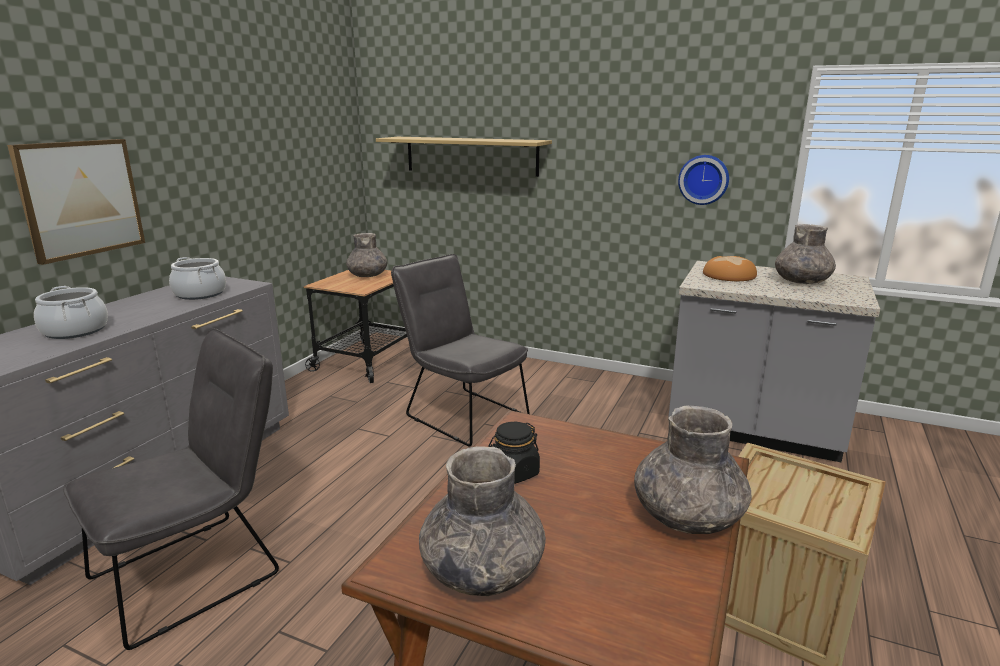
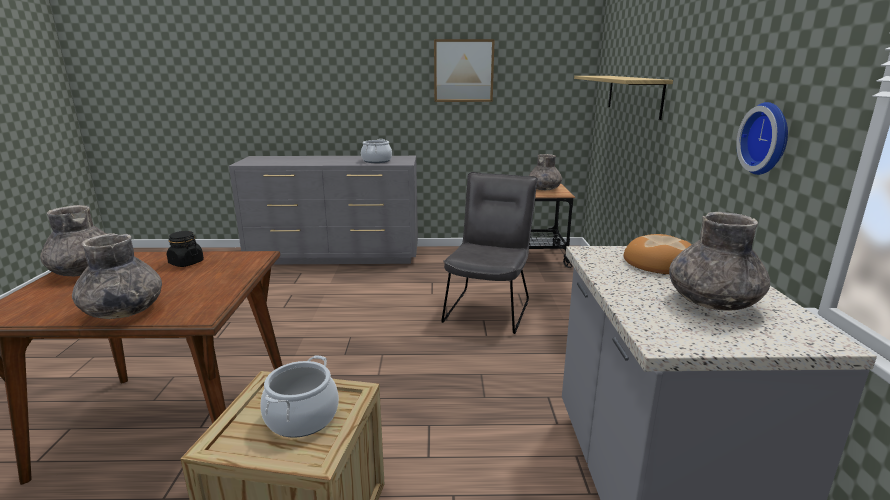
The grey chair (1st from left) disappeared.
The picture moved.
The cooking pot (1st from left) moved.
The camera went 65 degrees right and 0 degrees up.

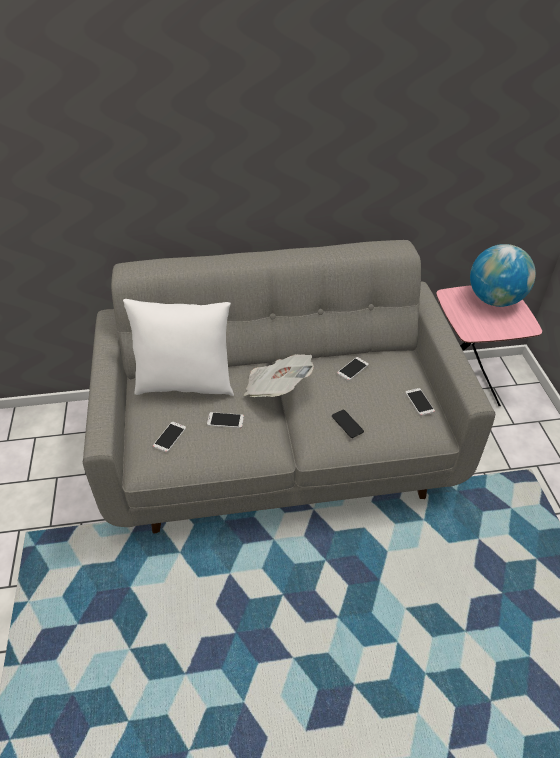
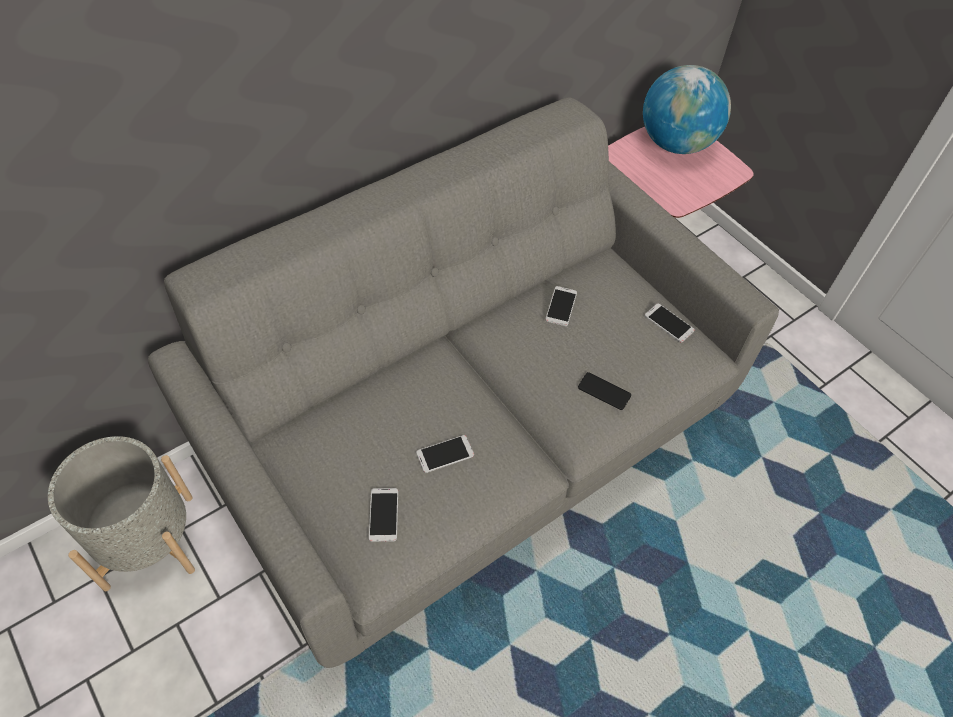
The white pillow disappeared.
The newspaper disappeared.
The grey planter appeared.
The camera went 30 degrees left and 10 degrees up.

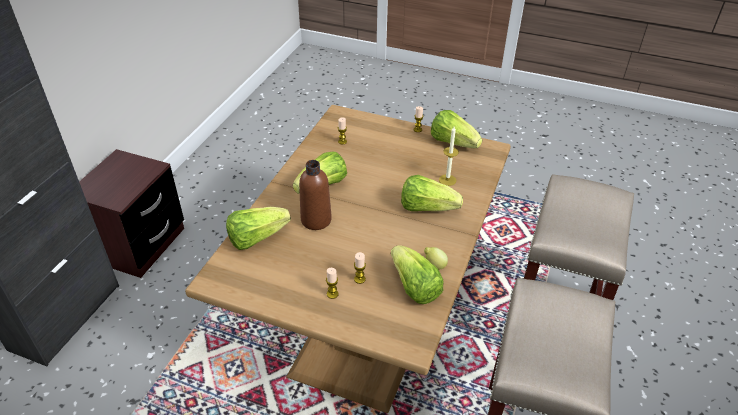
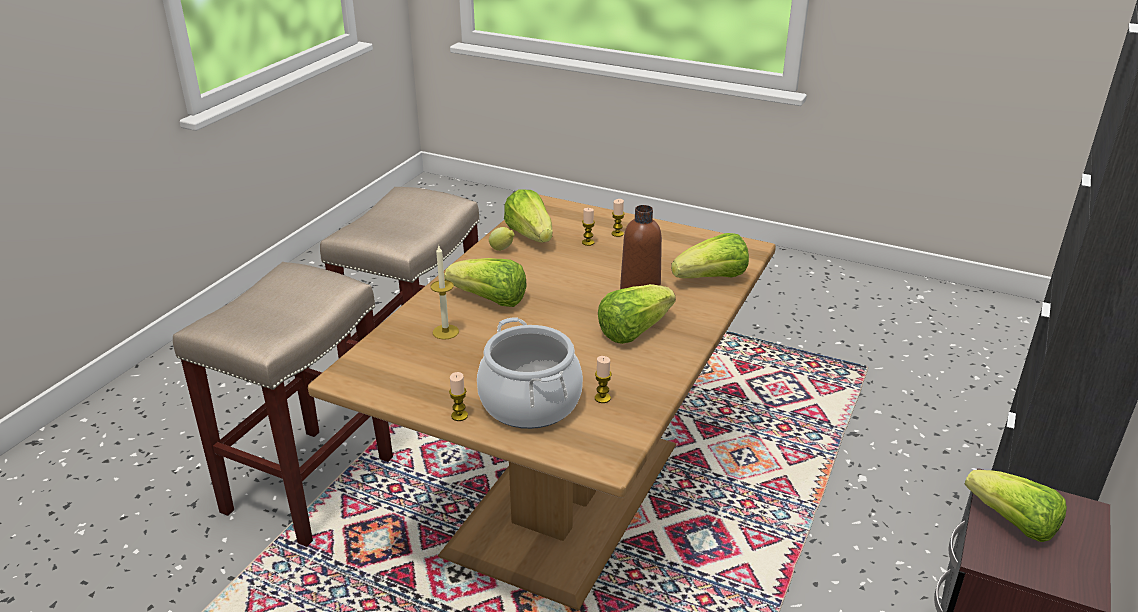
The cooking pot appeared.
The lettuce (5th from left) moved.
The camera went 175 degrees left and 10 degrees down.

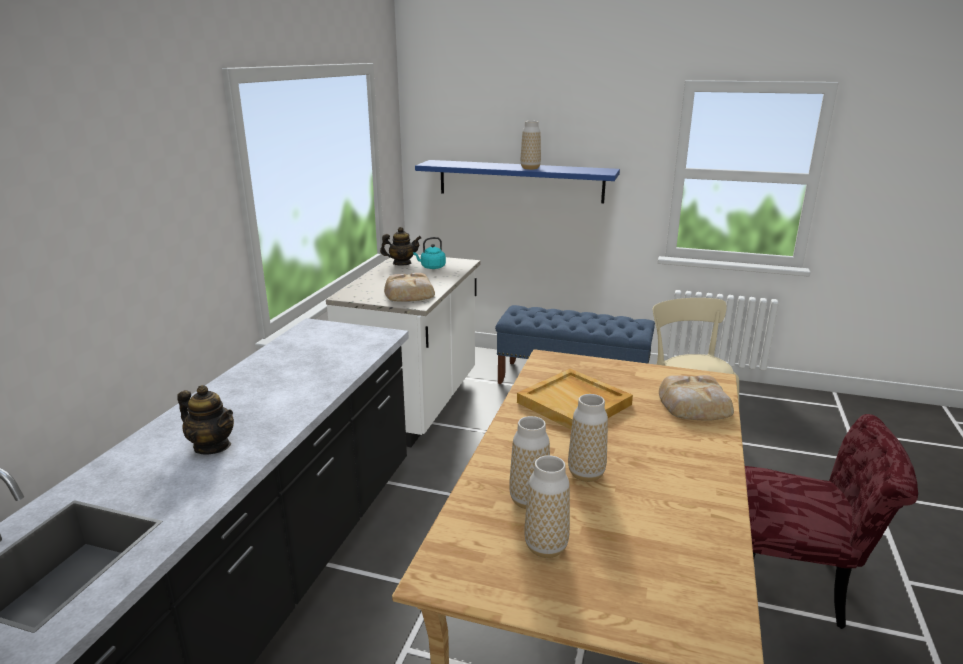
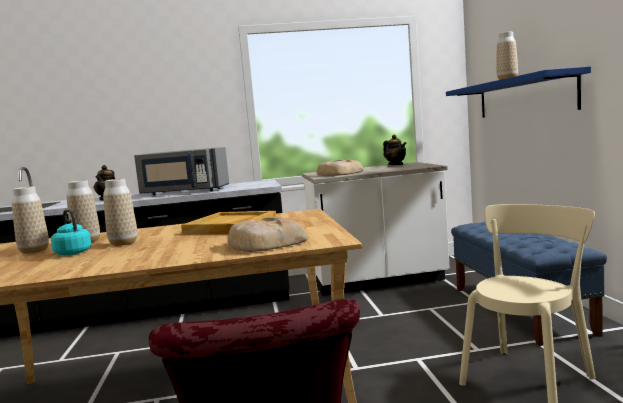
The grey microwave appeared.
The turquoise kettle moved.
The camera went 65 degrees right and 15 degrees down.

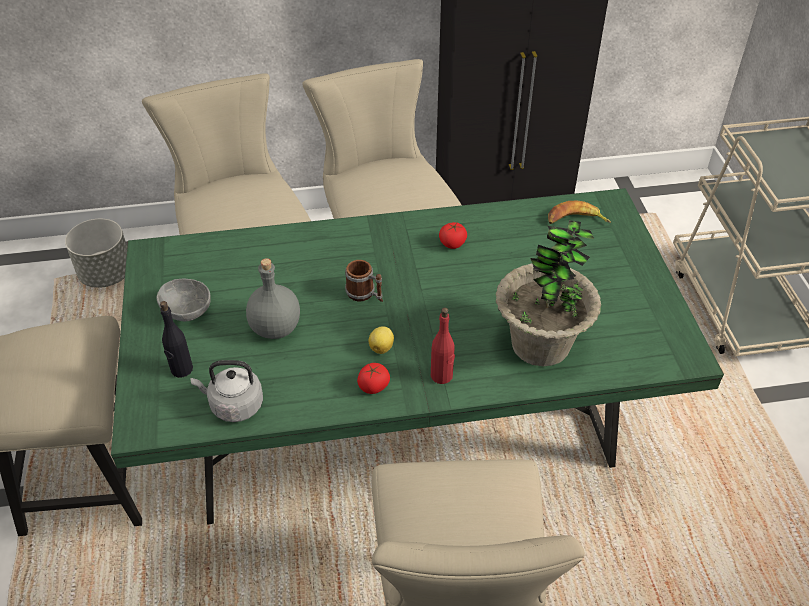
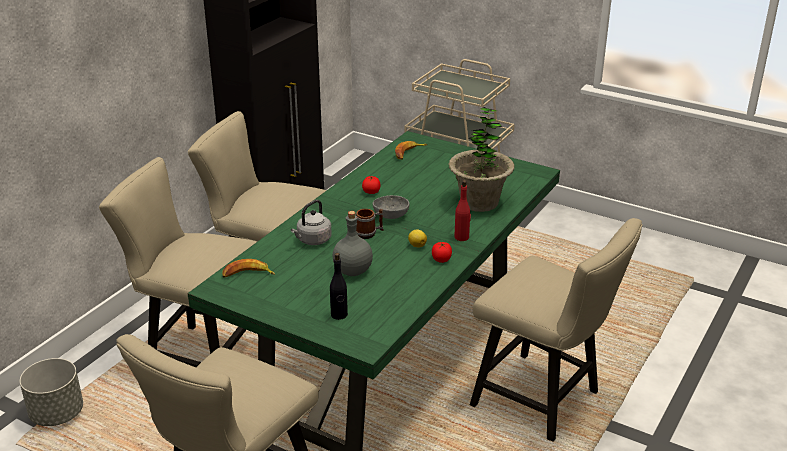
The banana (1st from left) appeared.
The grey bowl moved.
The grey kettle moved.
The camera went 50 degrees left and 15 degrees down.

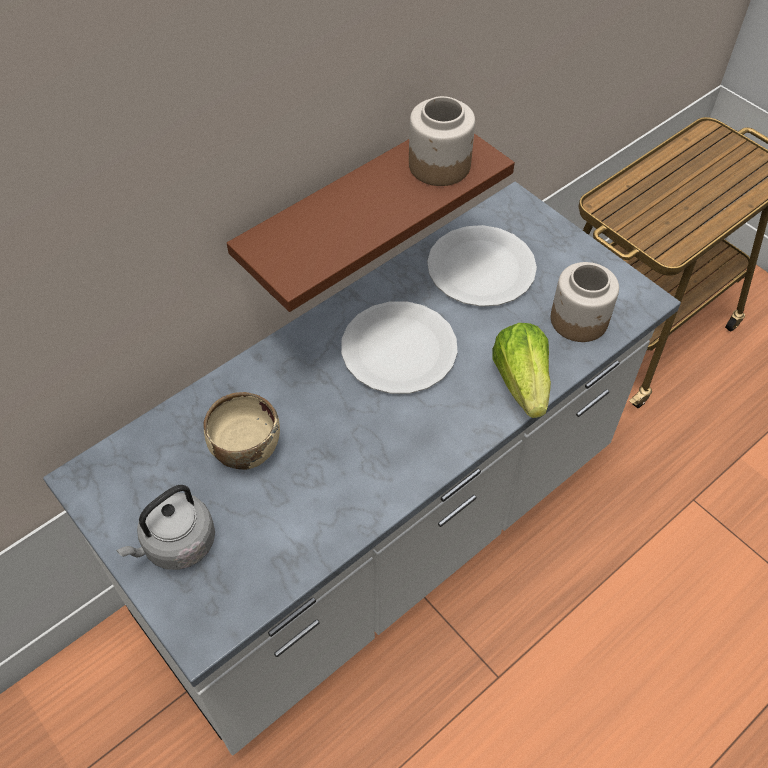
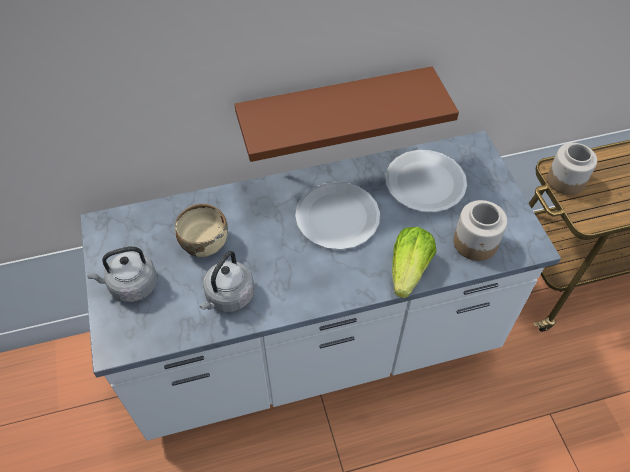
The grey kettle (2nd from left) appeared.
The jar (1st from left in the first image) moved.
The camera went 25 degrees right and 0 degrees up.

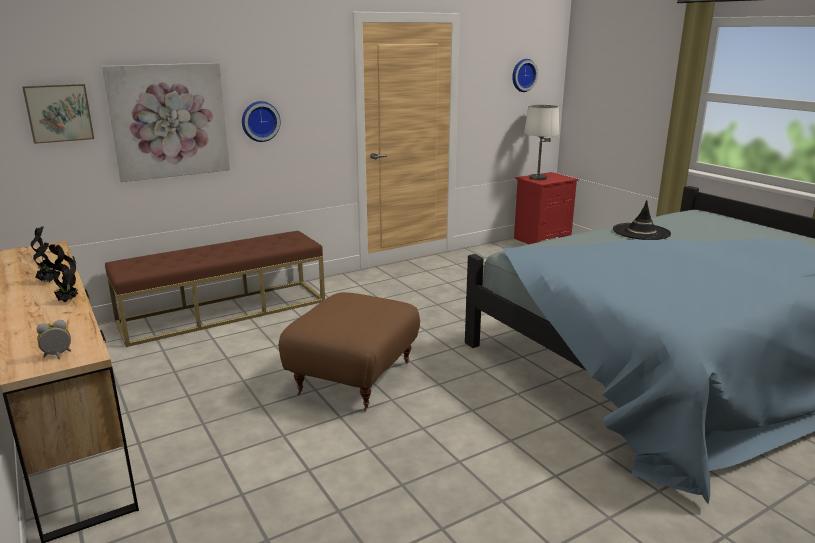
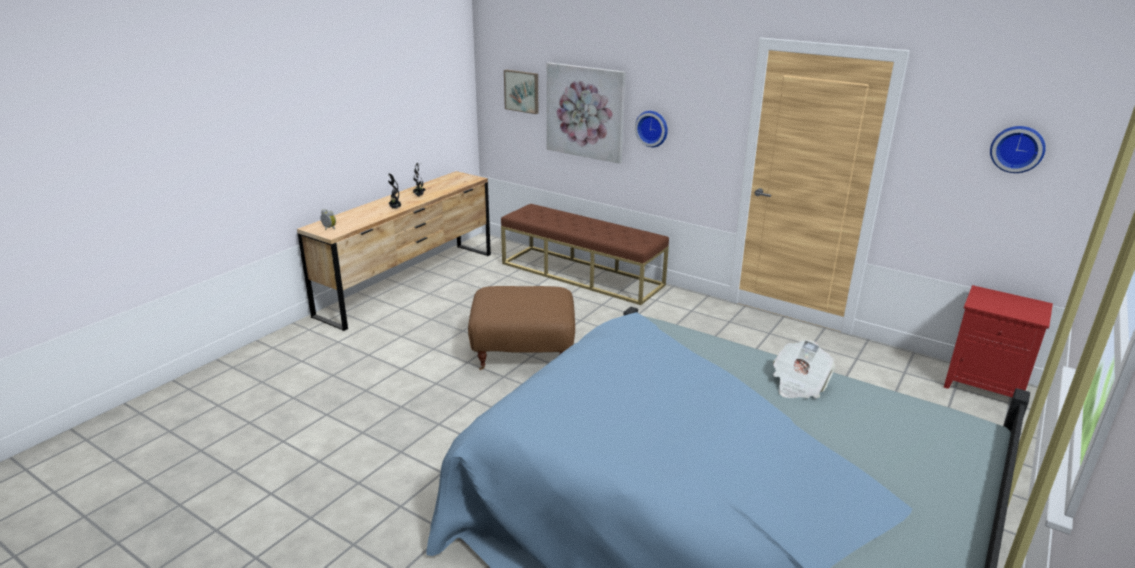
The white table lamp disappeared.
The black hat was replaced by the newspaper.
The camera went 65 degrees right and 5 degrees up.

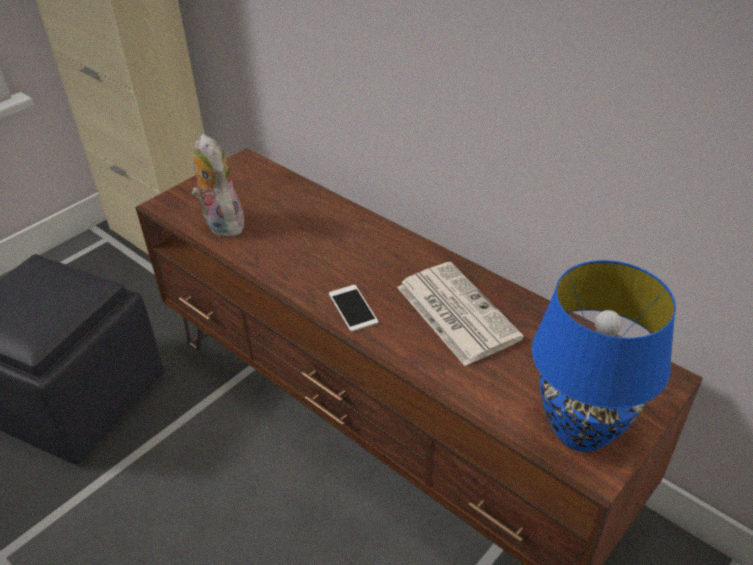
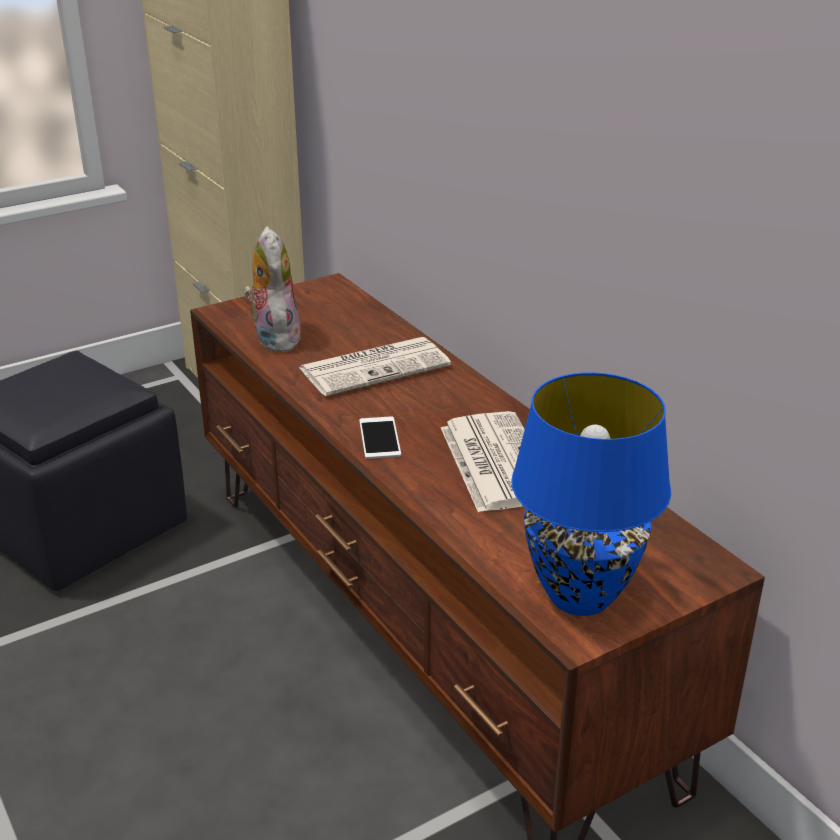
The newspaper (1st from left) appeared.
The camera went 15 degrees right and 10 degrees down.

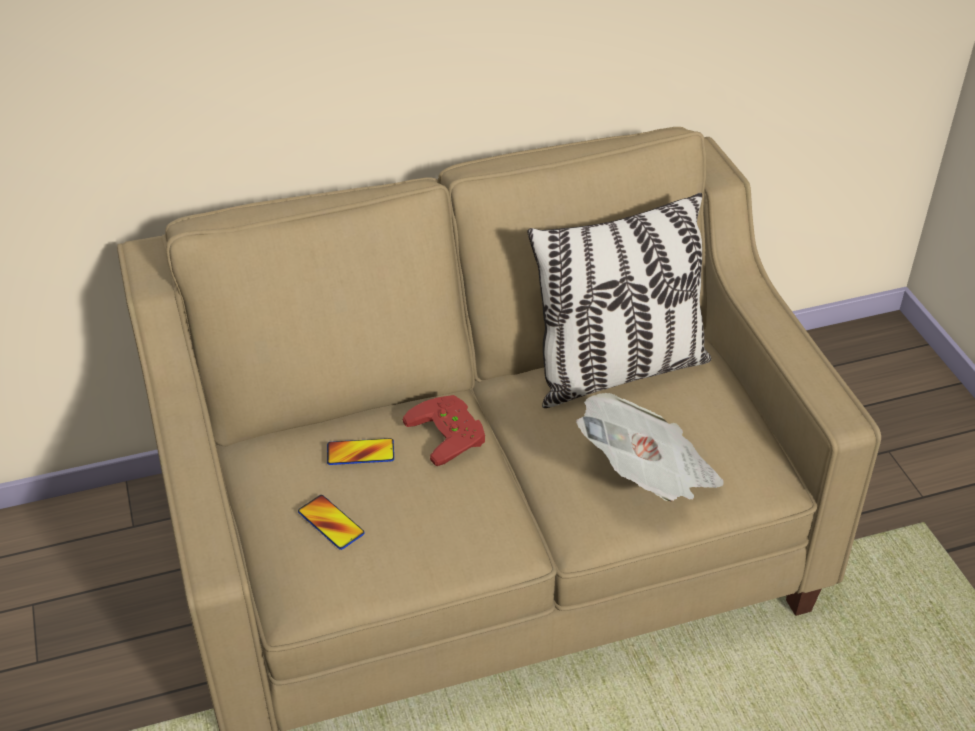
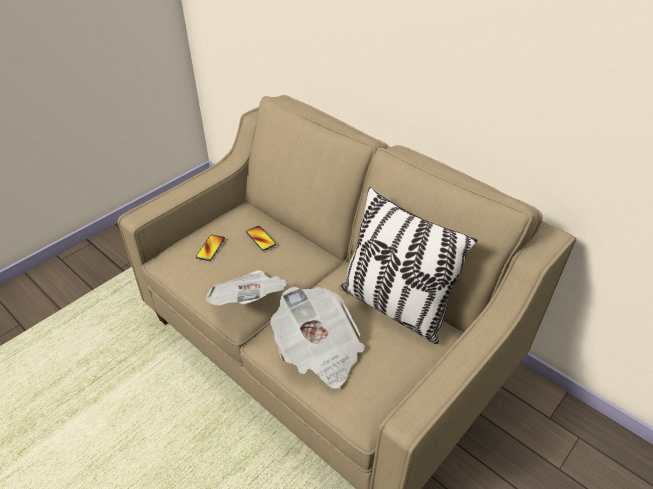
The red game controller disappeared.
The newspaper (1st from left) appeared.
The camera went 60 degrees right and 0 degrees up.

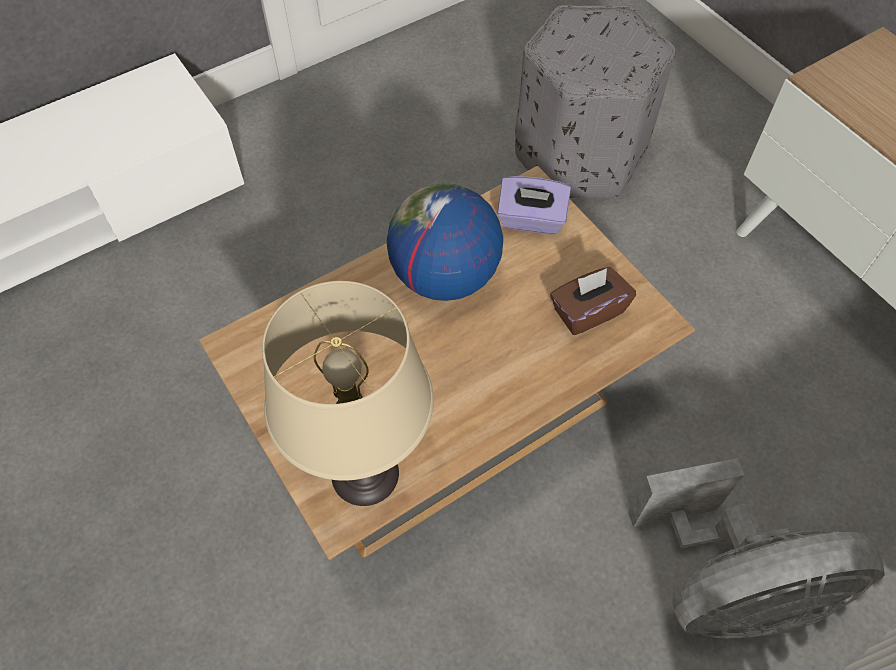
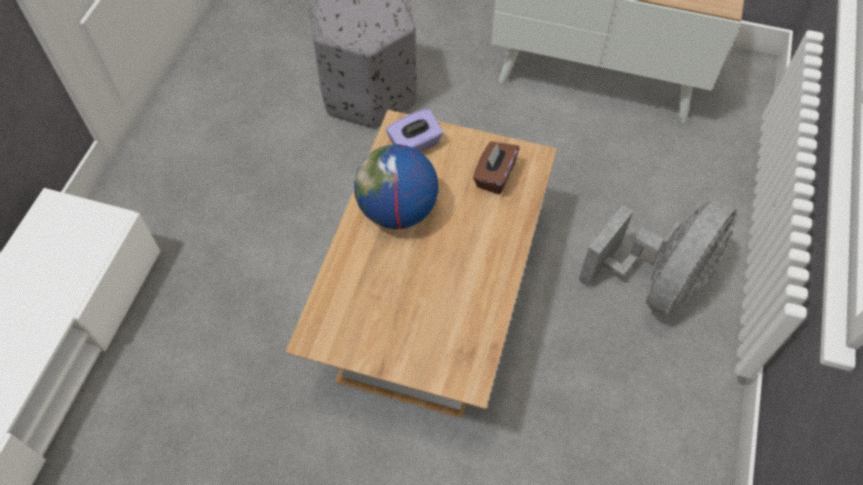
The beige table lamp disappeared.
The camera went 40 degrees left and 0 degrees up.

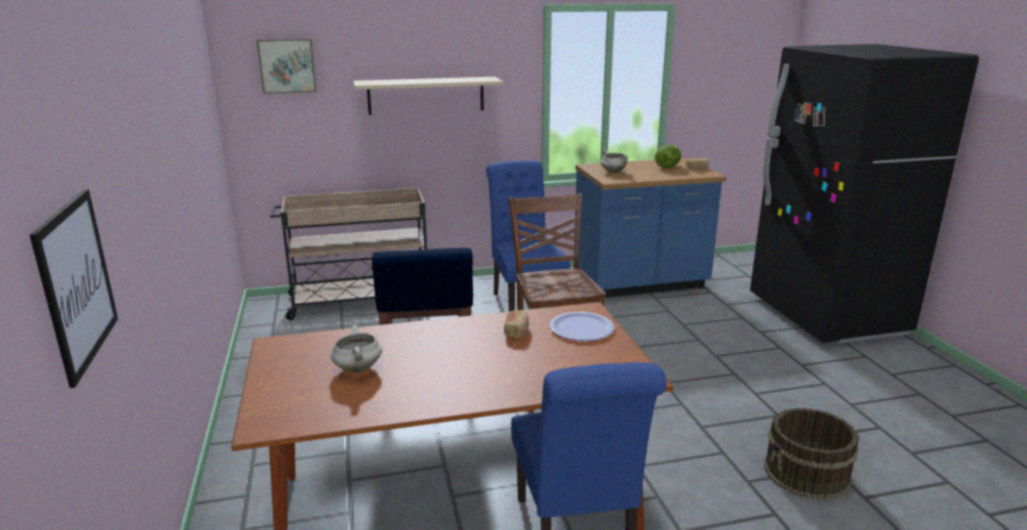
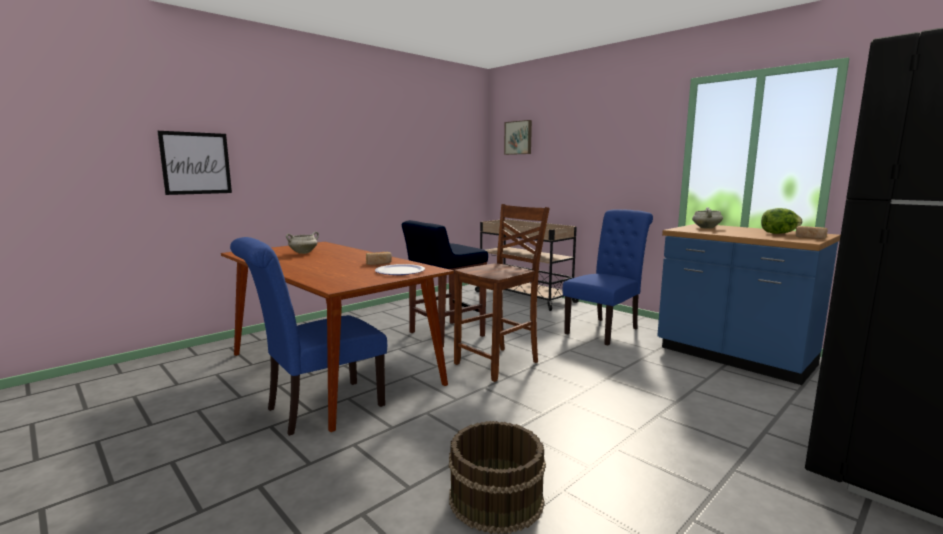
The beige shelf disappeared.
The camera went 60 degrees right and 10 degrees down.

